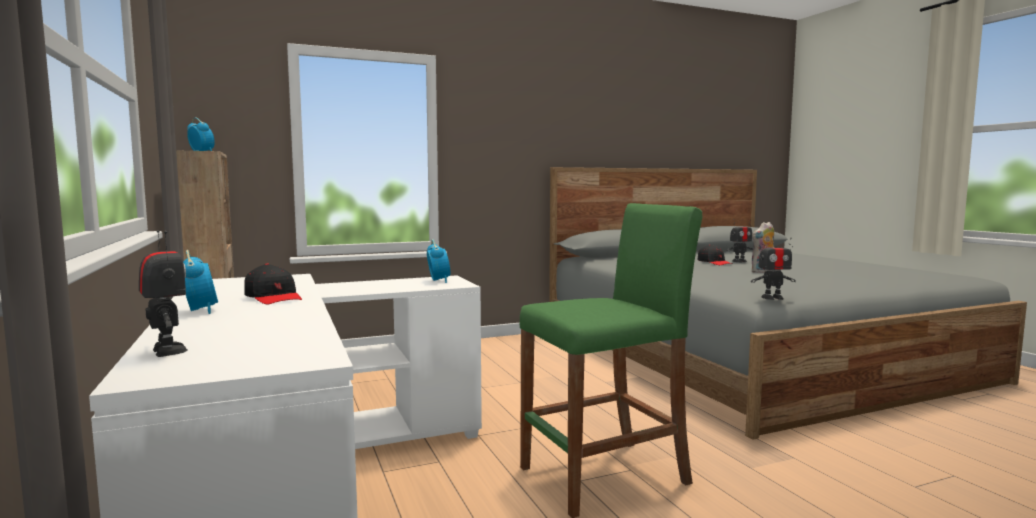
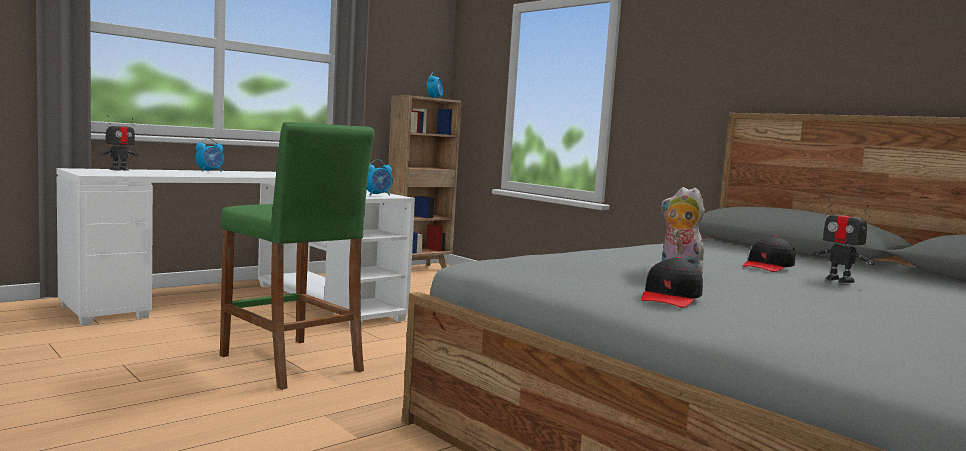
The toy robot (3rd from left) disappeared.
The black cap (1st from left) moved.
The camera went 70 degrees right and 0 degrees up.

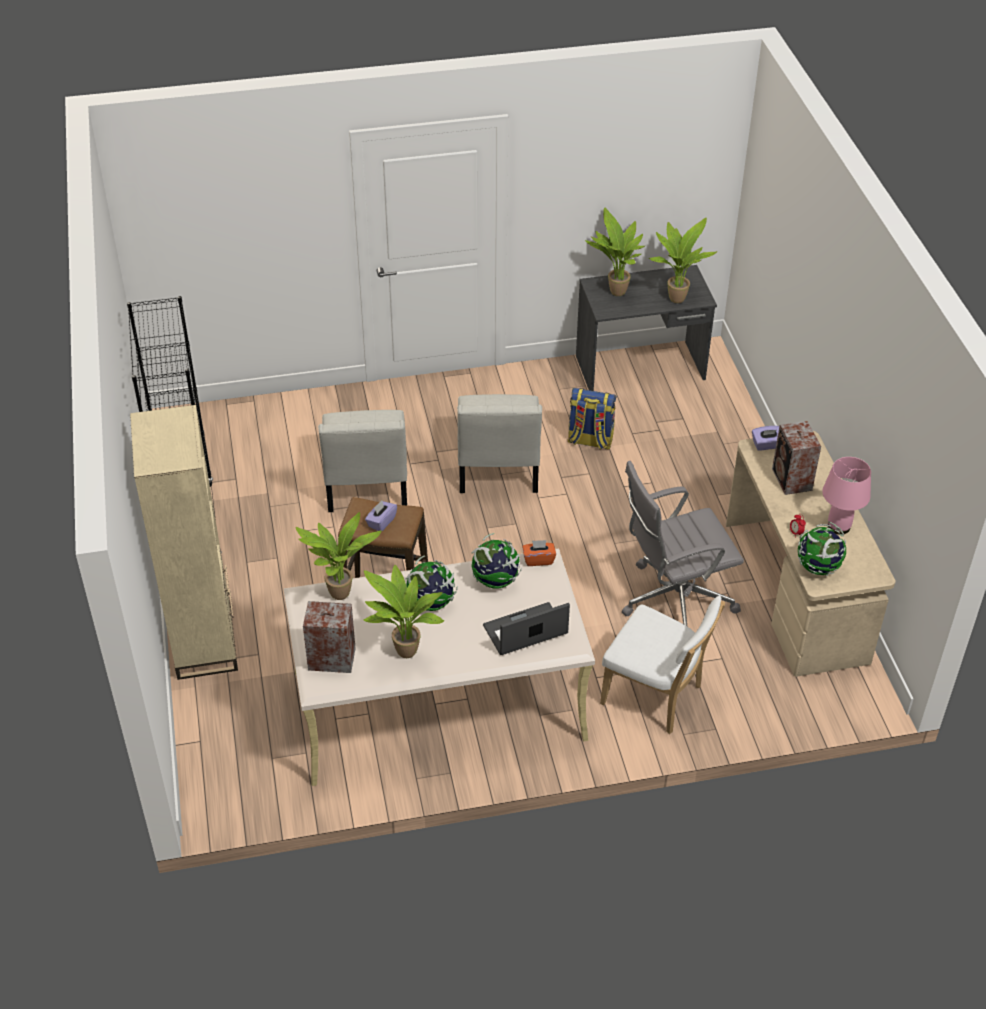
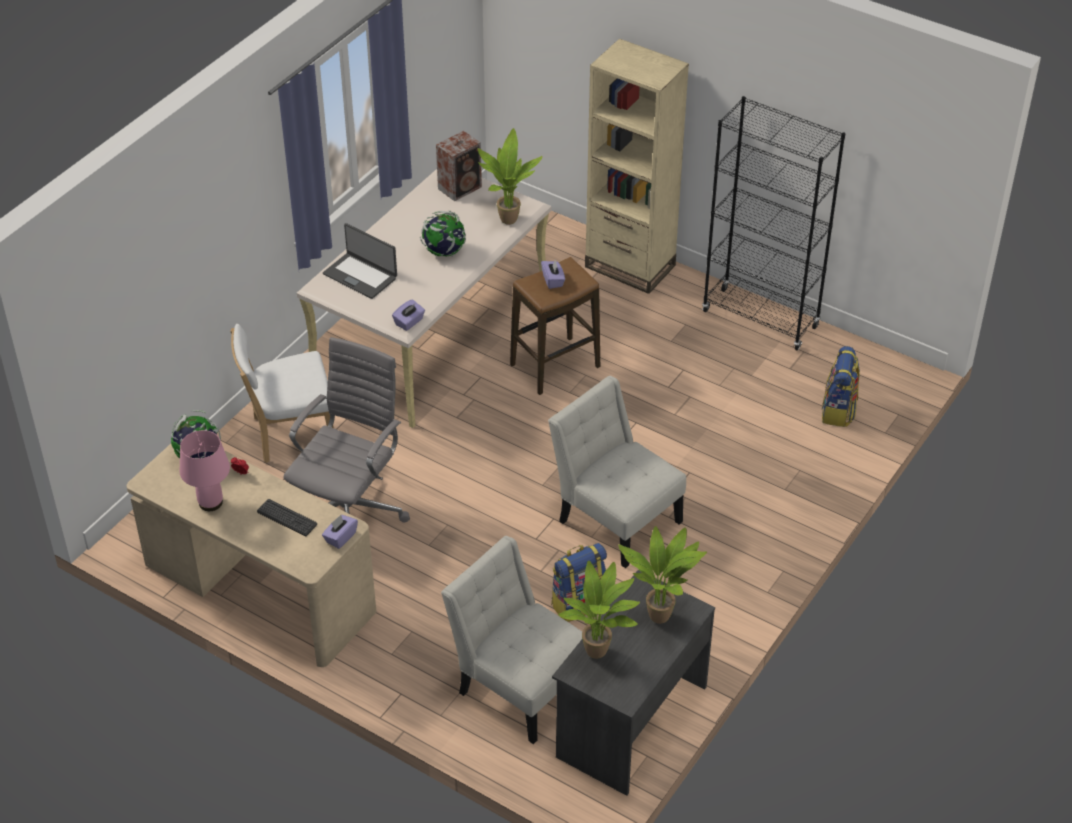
The potted plant (2nd from left) disappeared.
The globe (2nd from left) disappeared.
The backpack (2nd from left) appeared.
The white chair (1st from left in the first image) moved.
The speaker (2nd from left) was replaced by the keyboard.
The orange tissue box became the purple tissue box (2nd from left).
The laptop turned 105 degrees clockwise.
The camera went 135 degrees right and 0 degrees up.

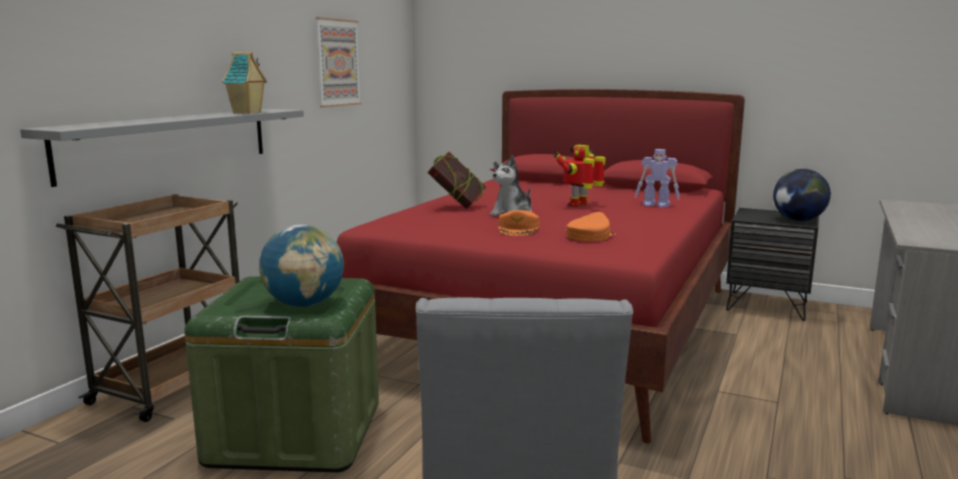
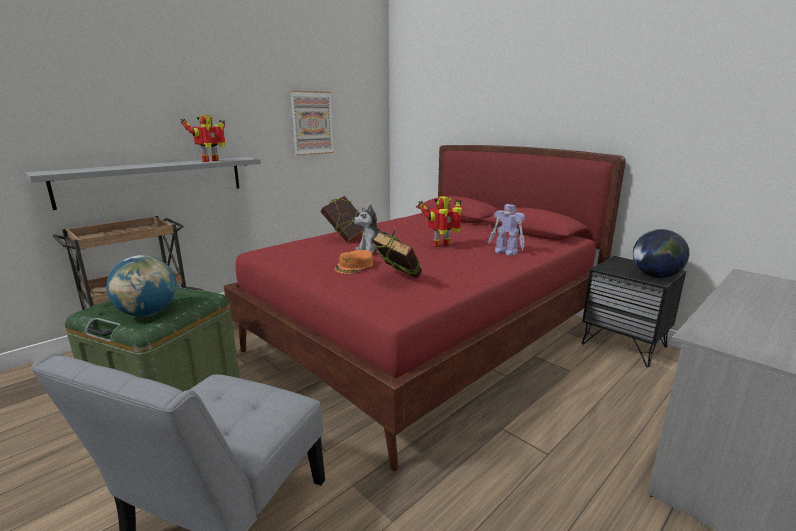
The toy house was replaced by the toy robot (1st from left).
The orange cap (2nd from left) was replaced by the book (2nd from left).
The camera went 20 degrees right and 5 degrees up.

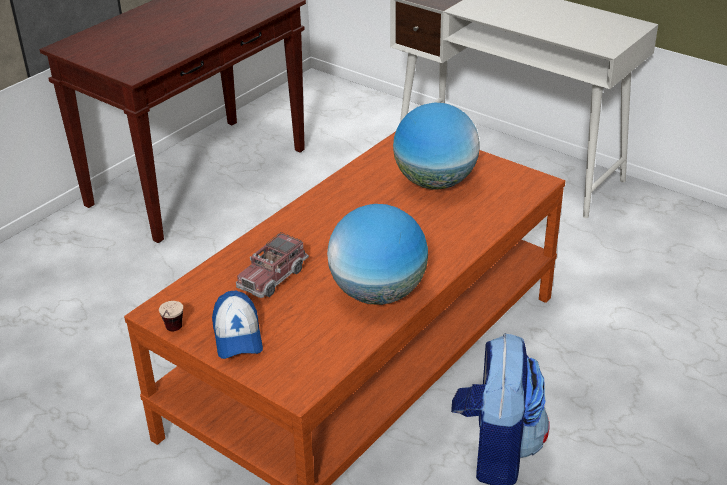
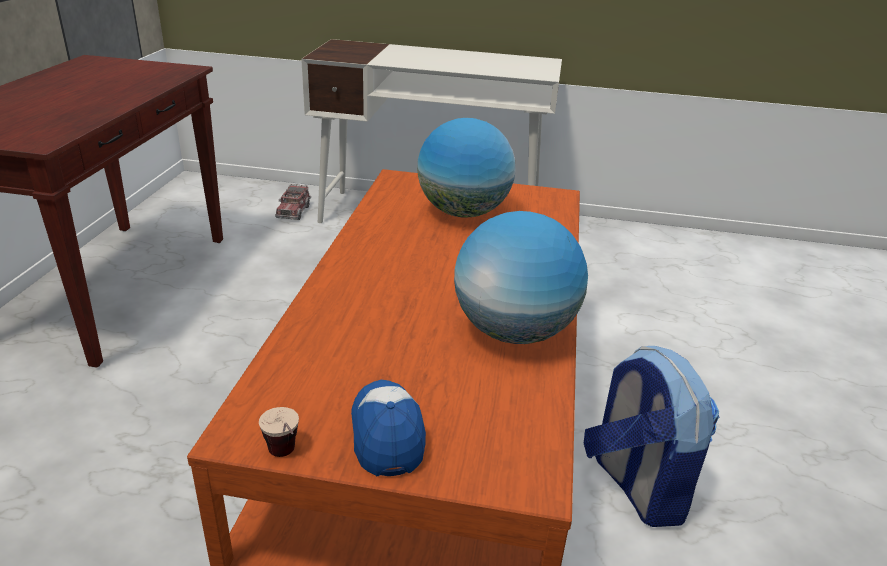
The toy truck moved.
The cap turned 150 degrees counterclockwise.
The camera went 30 degrees left and 5 degrees down.

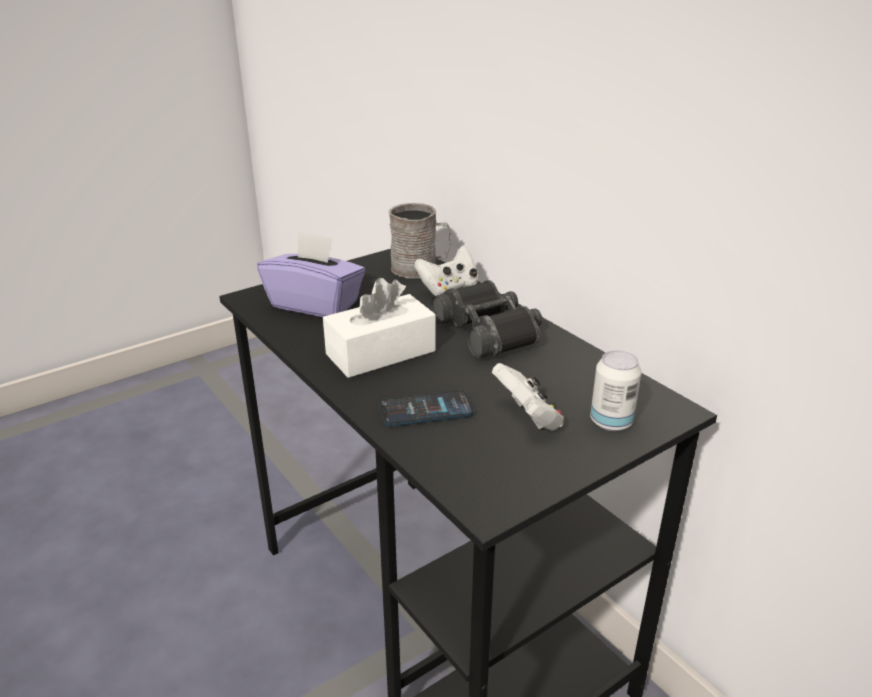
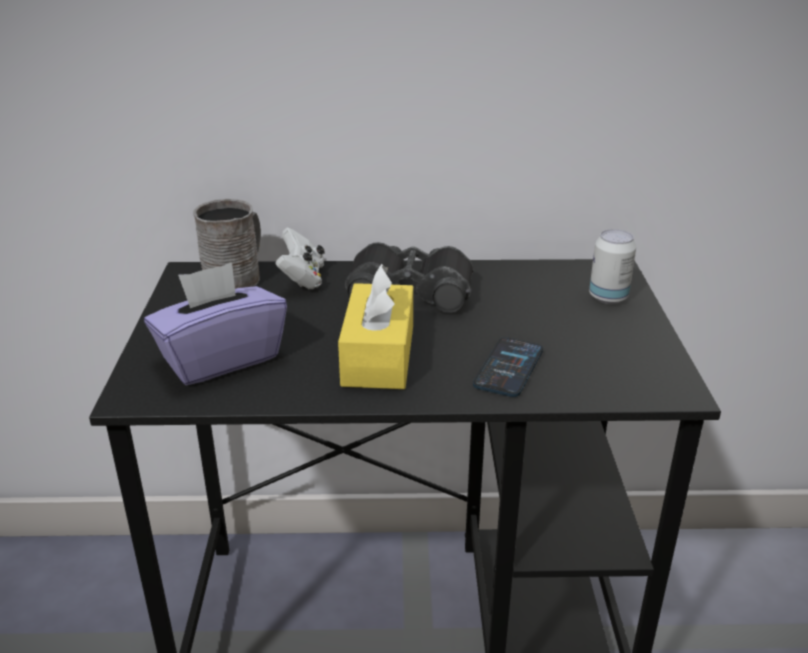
The white game controller (2nd from left) disappeared.
The white tissue box became the yellow tissue box.
The camera went 55 degrees left and 0 degrees up.

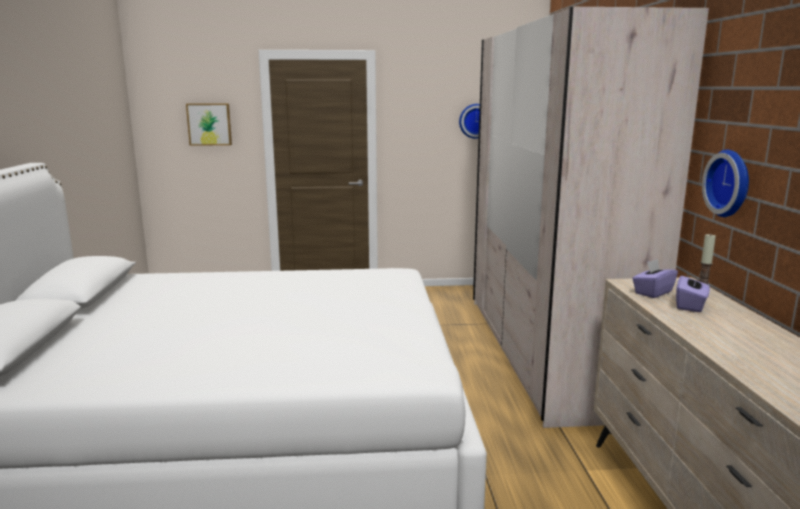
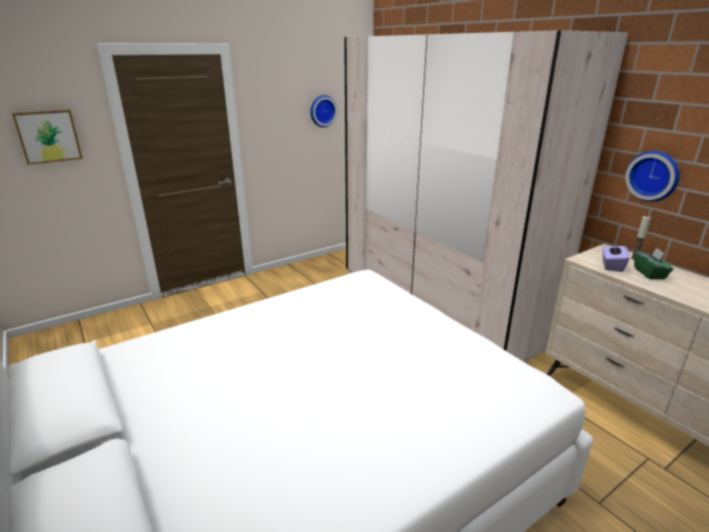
The purple tissue box (2nd from left) became the green tissue box.
The camera went 30 degrees left and 10 degrees up.

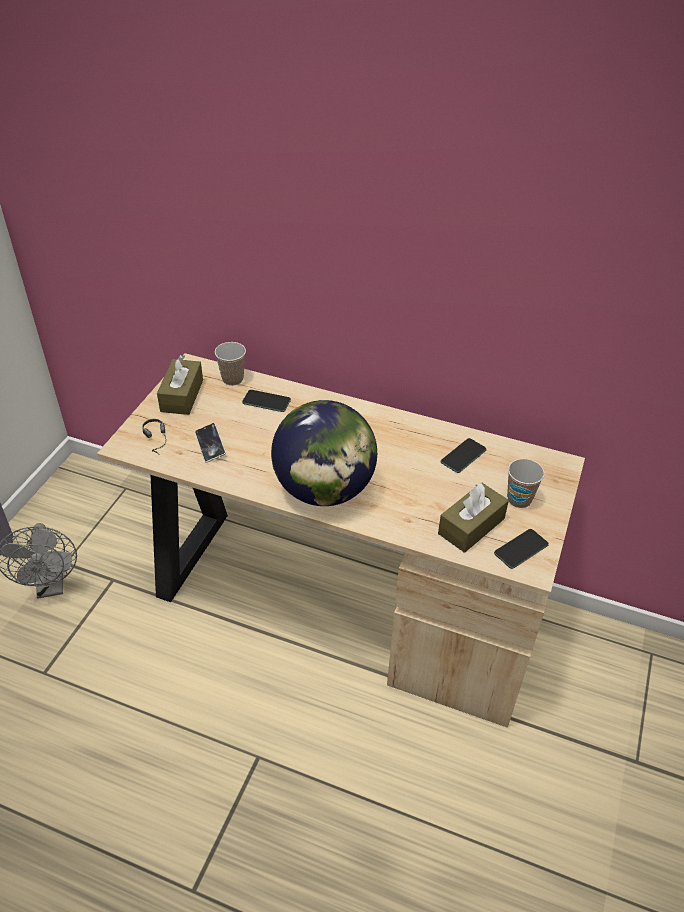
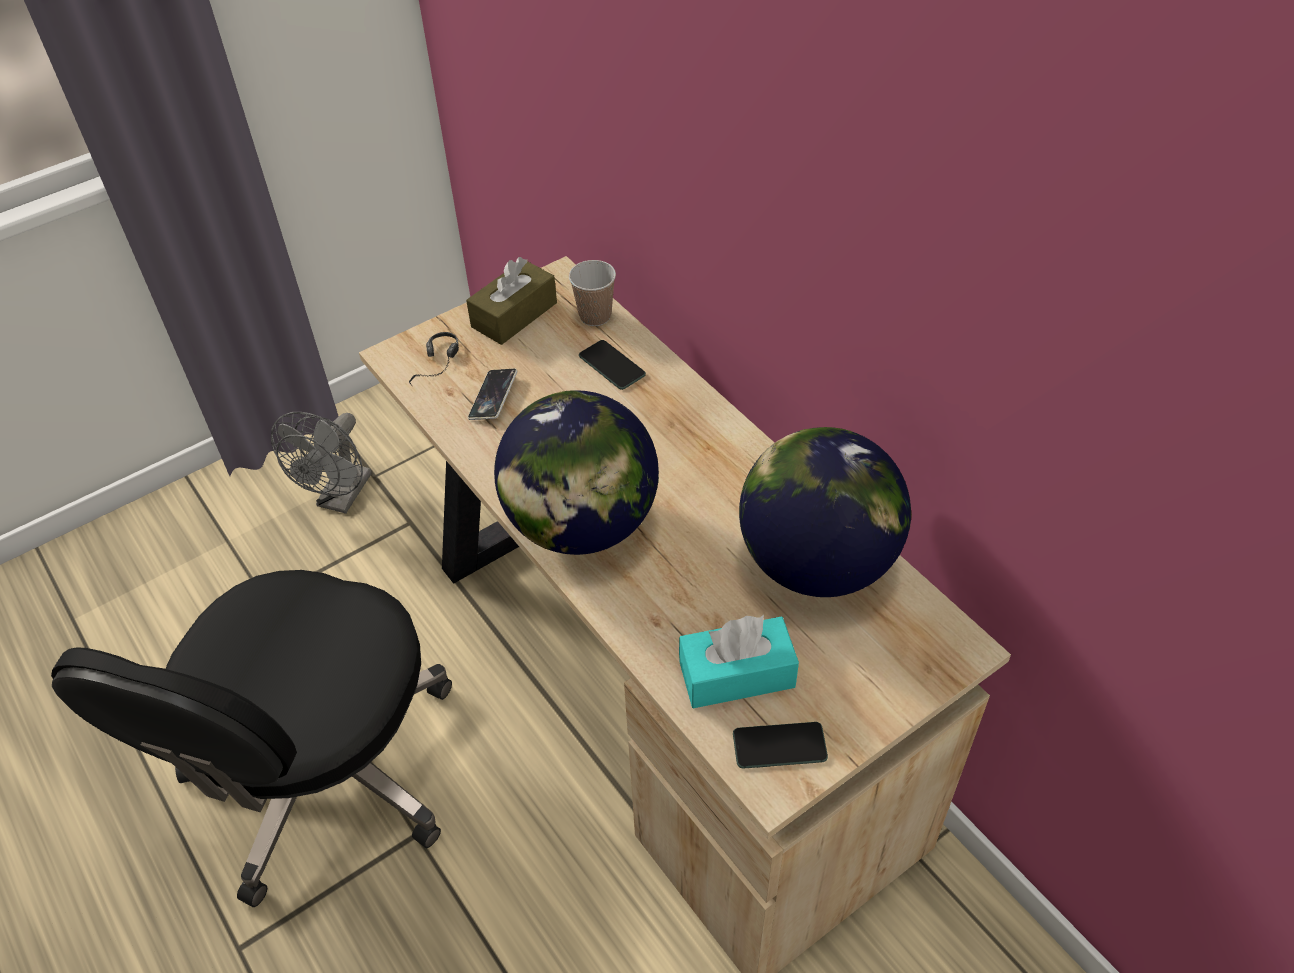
The cup (2nd from left) disappeared.
The black office chair appeared.
The phone (3rd from left) was replaced by the globe (2nd from left).
The brown tissue box (2nd from left) became the turquoise tissue box.
The camera went 35 degrees right and 5 degrees up.

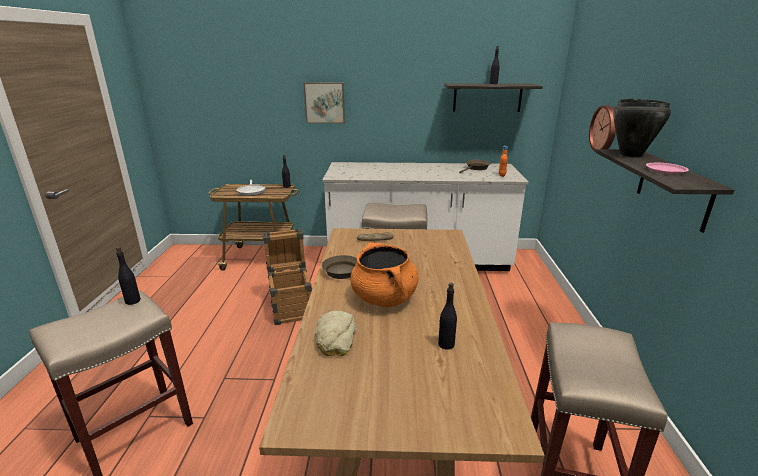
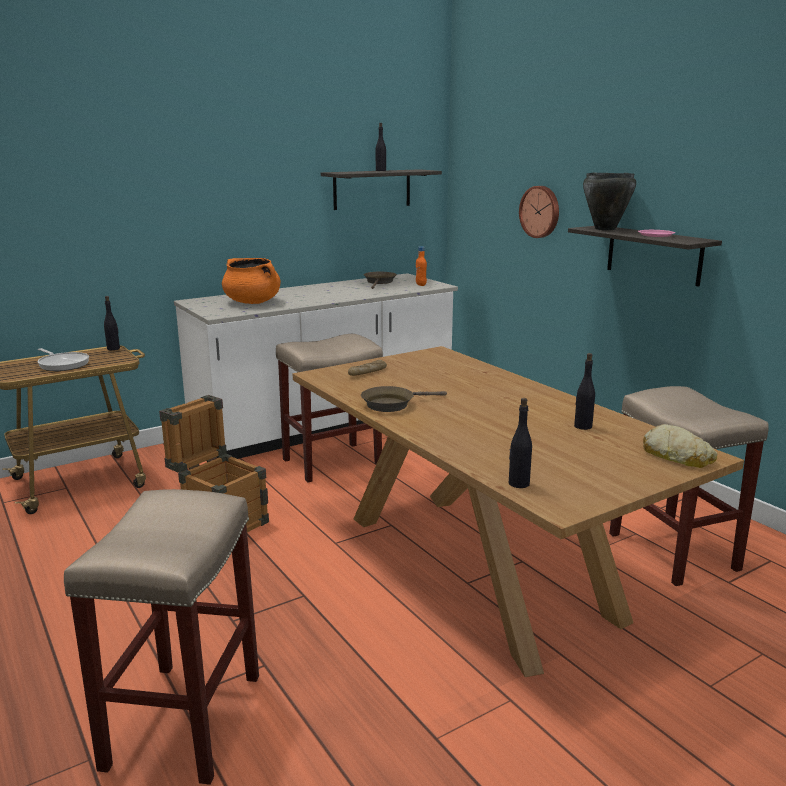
The picture disappeared.
The black bottle (1st from left in the first image) moved.
The bread (1st from left in the first image) moved.
The orange cooking pot moved.
The camera went 35 degrees left and 5 degrees down.

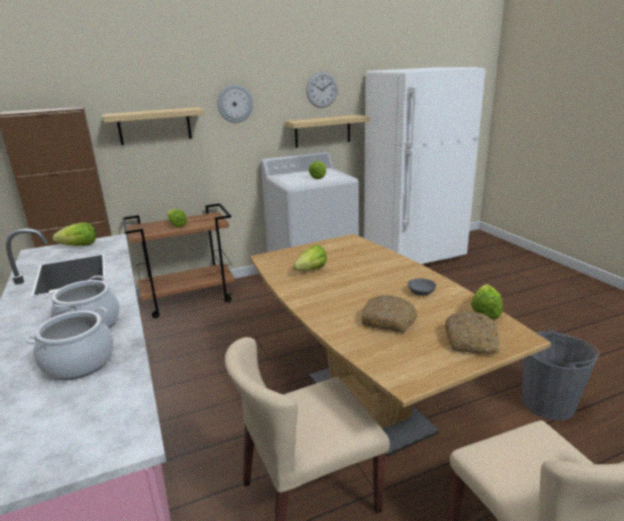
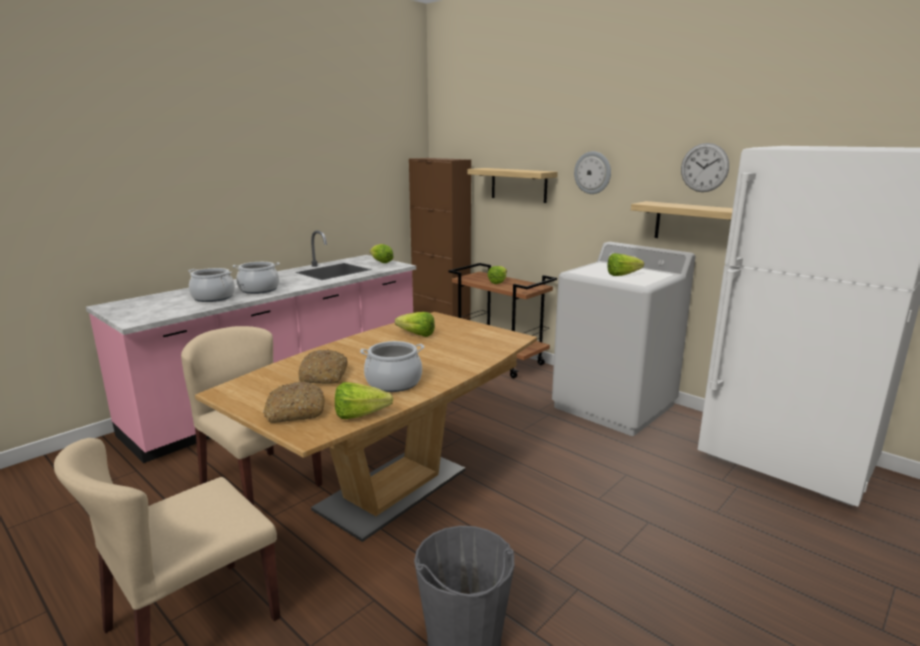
The grey bowl was replaced by the cooking pot (3rd from left).
The camera went 65 degrees right and 5 degrees down.

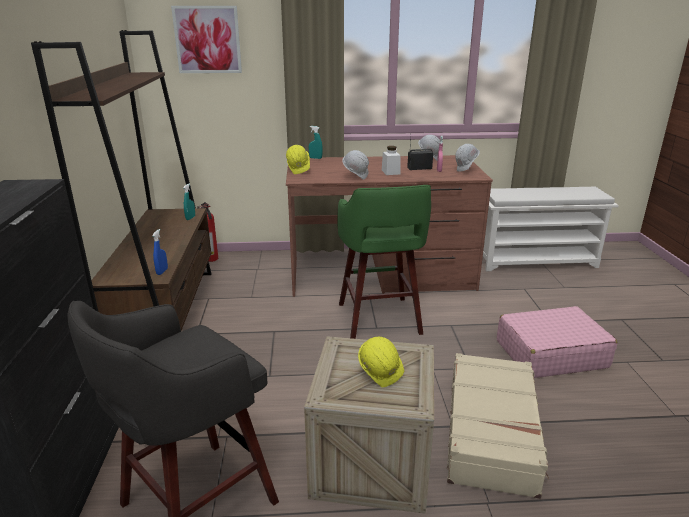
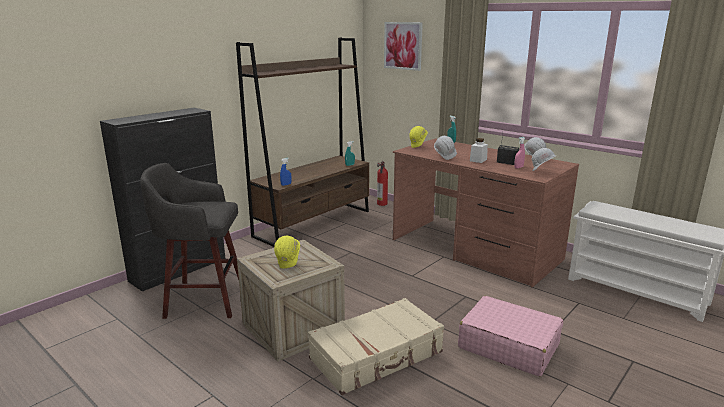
The green stool disappeared.
The camera went 45 degrees right and 5 degrees down.

